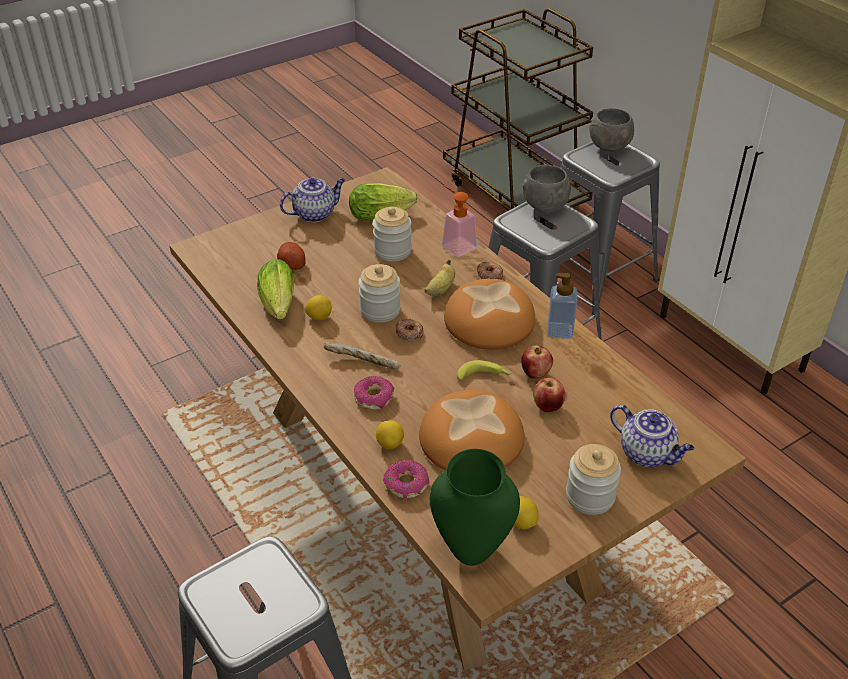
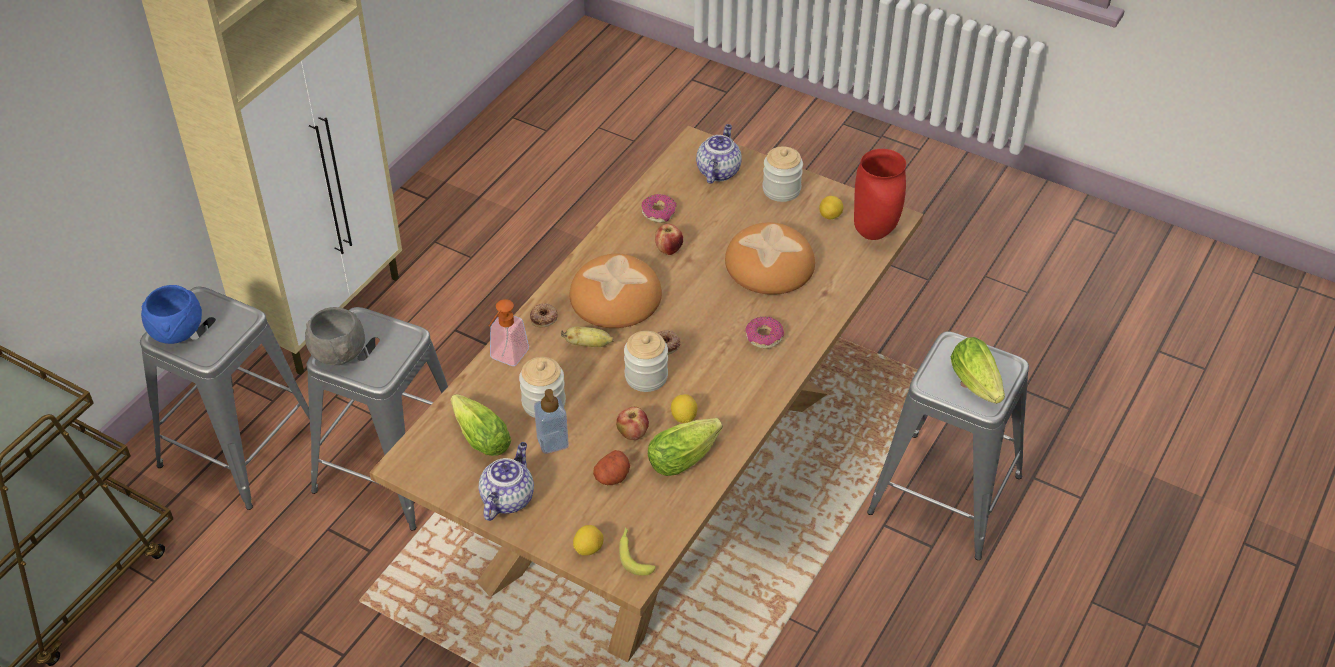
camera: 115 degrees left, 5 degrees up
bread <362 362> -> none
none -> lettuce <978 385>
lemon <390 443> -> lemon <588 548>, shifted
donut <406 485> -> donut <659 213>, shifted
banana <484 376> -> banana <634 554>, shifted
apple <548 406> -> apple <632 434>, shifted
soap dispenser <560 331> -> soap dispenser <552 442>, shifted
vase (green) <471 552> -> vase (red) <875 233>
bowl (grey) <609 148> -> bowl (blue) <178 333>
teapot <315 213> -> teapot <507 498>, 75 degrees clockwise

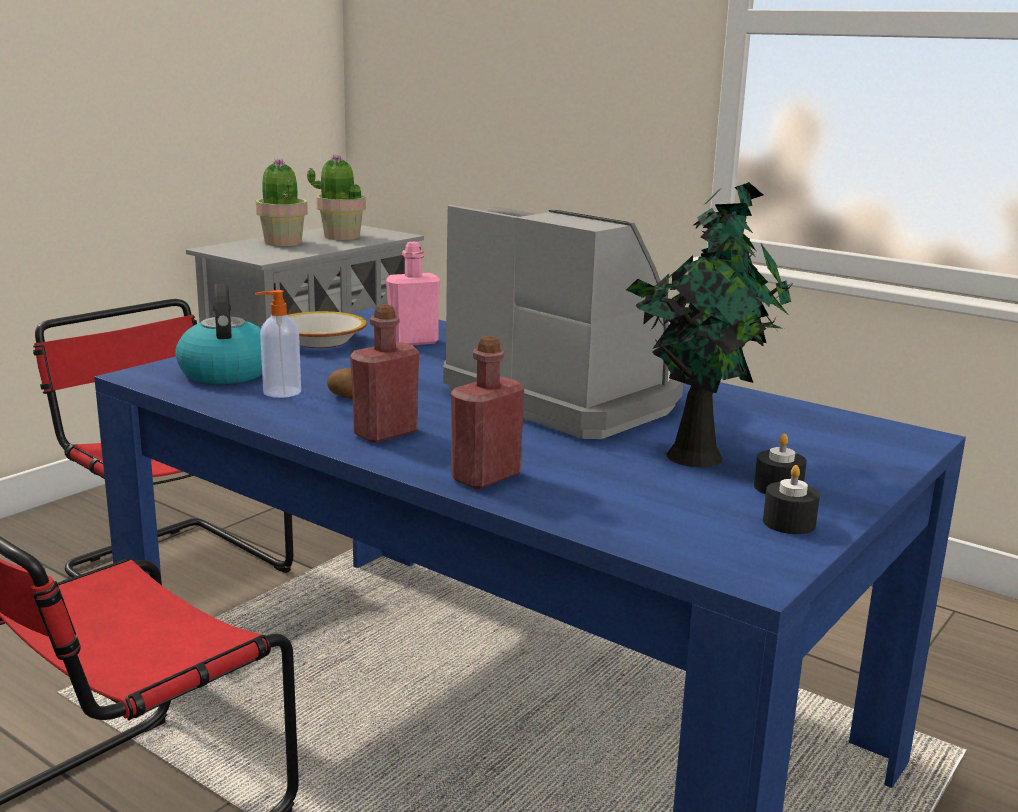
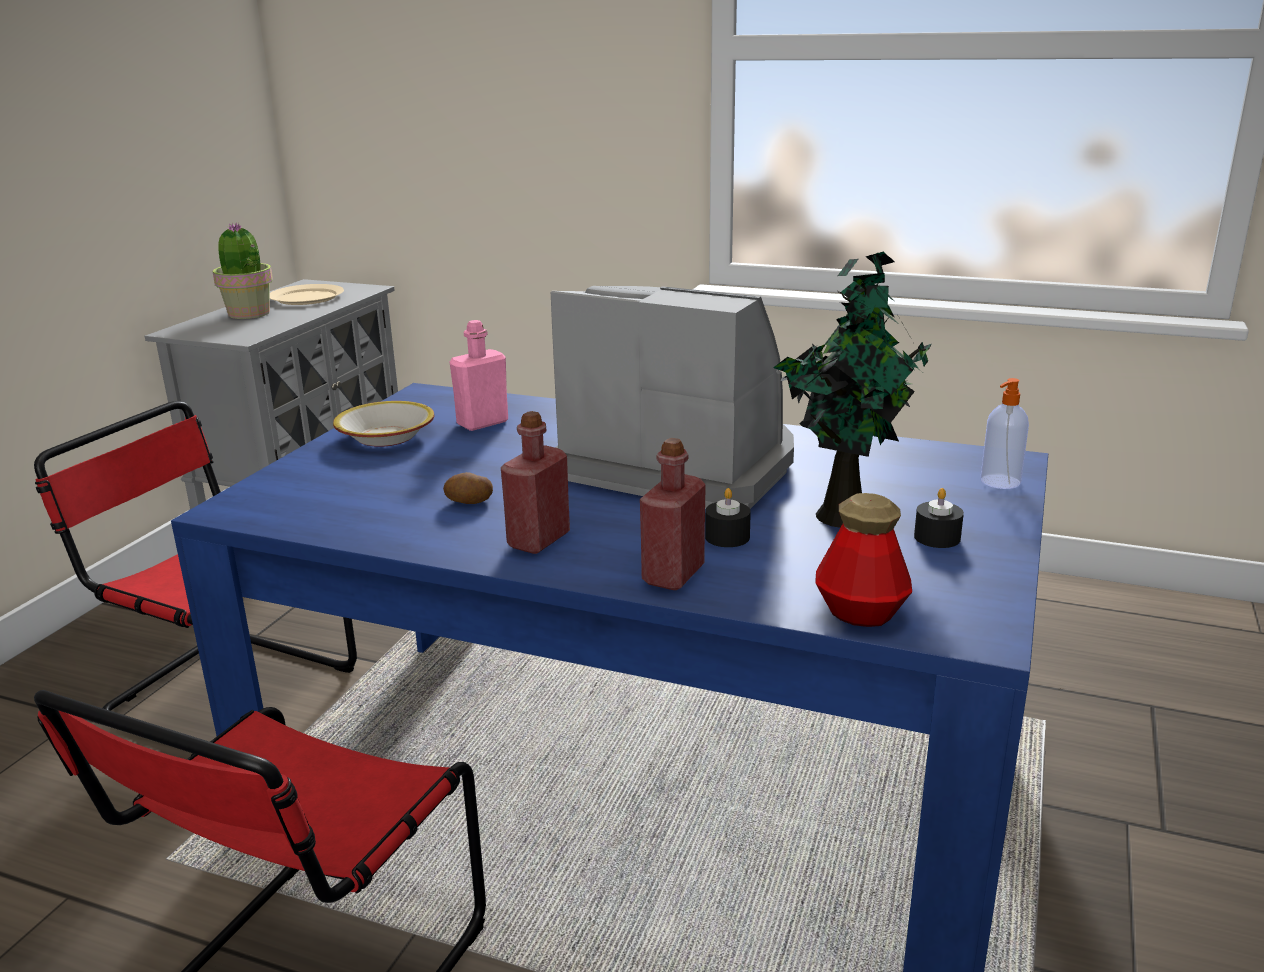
camera: 15 degrees left, 5 degrees up
kettle <225 372> -> none
none -> bottle <860 613>
soap dispenser <280 392> -> soap dispenser <999 482>, shifted
candle (black) <789 523> -> candle (black) <727 537>, shifted
potted plant <341 236> -> plate (beige) <307 298>

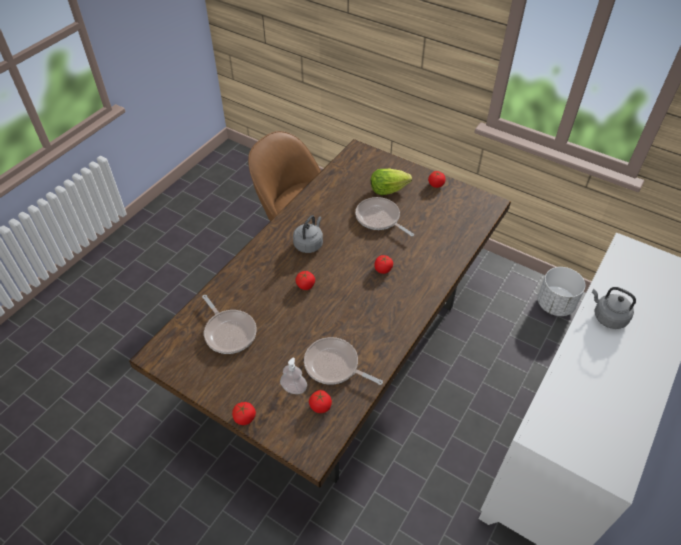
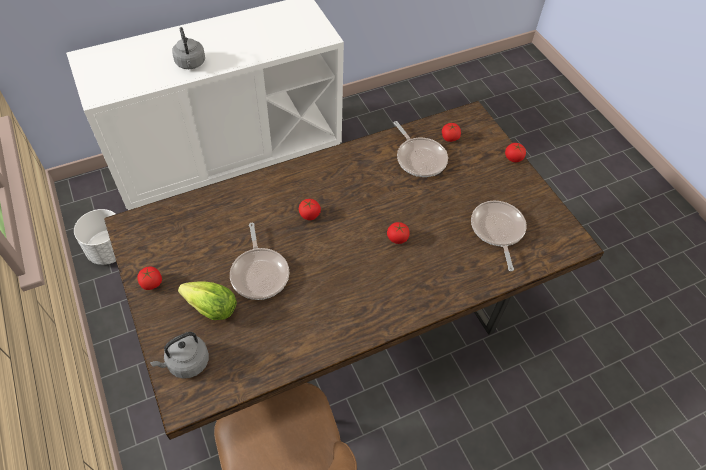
camera: 150 degrees left, 5 degrees up
soap dispenser <294 388> -> none
kettle (grey) <309 244> -> kettle (grey) <186 363>, shifted

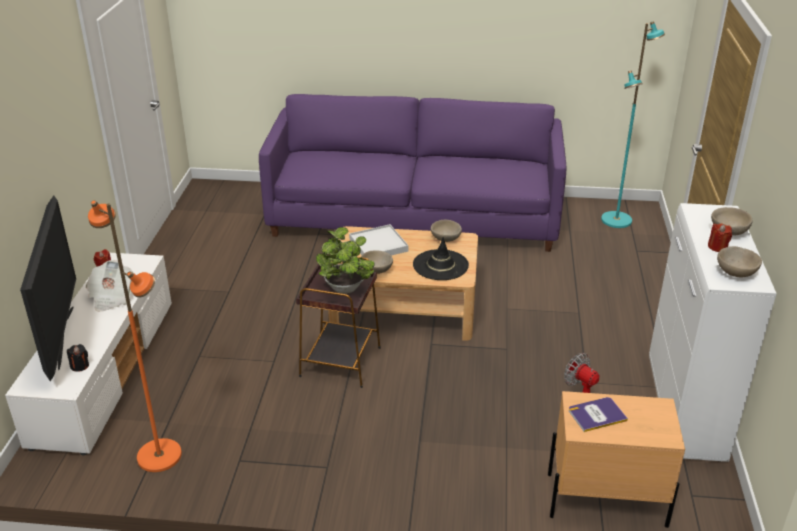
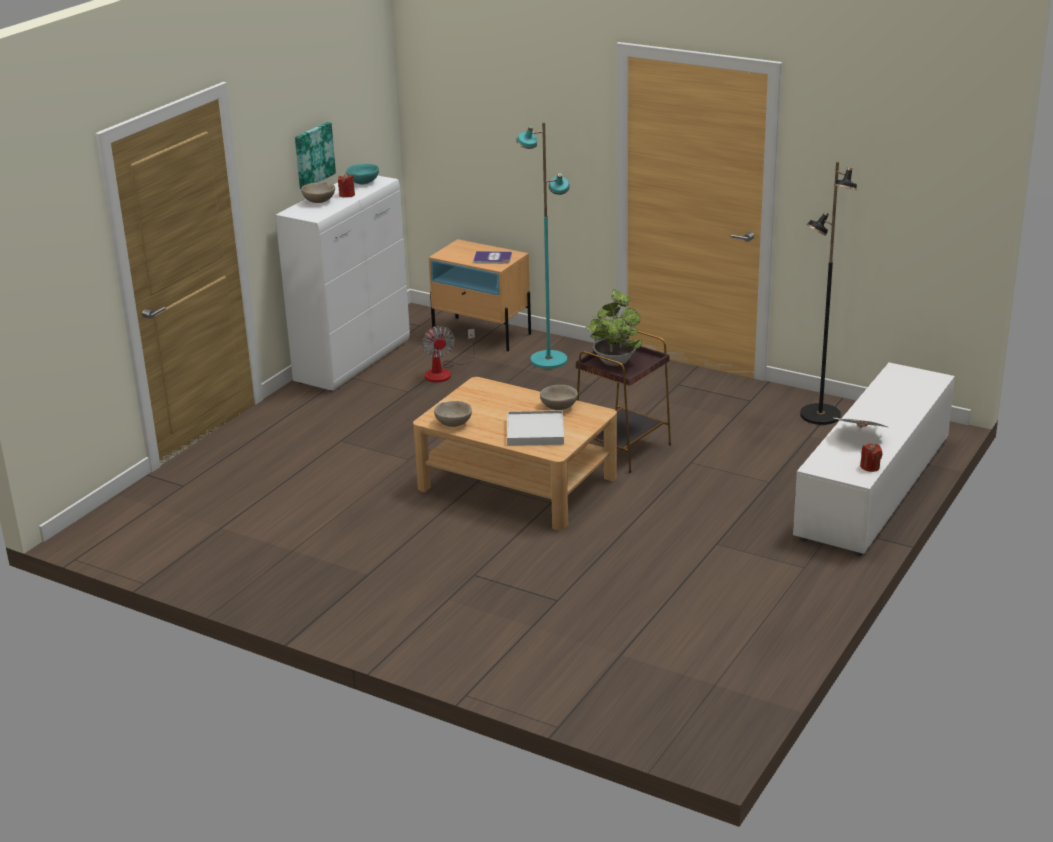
camera: 155 degrees left, 5 degrees down
television <64 337> -> none
candle (black) <80 366> -> none
sofa (purple) <414 217> -> none
hat (black) <440 265> -> none
none -> picture <313 155>
floor lamp (turquoise) <617 220> -> floor lamp (turquoise) <548 360>, shifted
floor lamp (orange) <160 455> -> floor lamp (black) <819 415>
bowl (beige) <736 273> -> bowl (turquoise) <363 182>

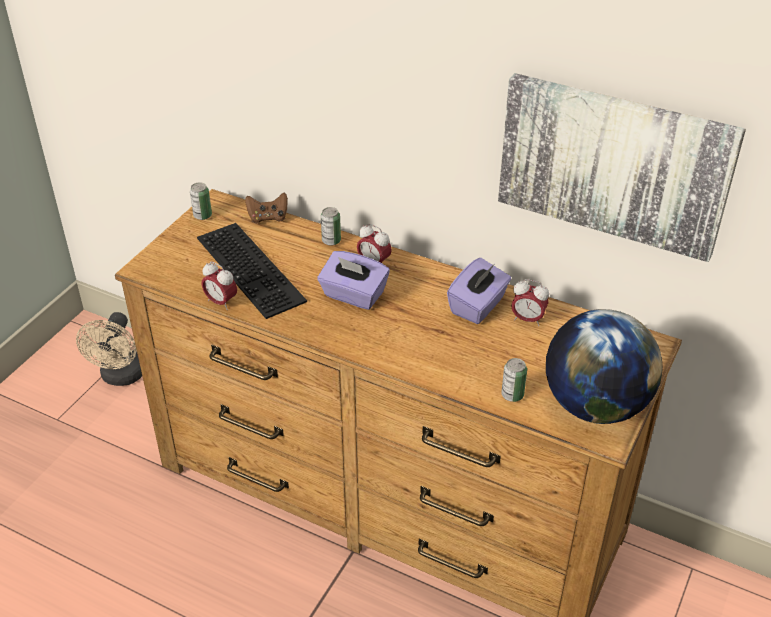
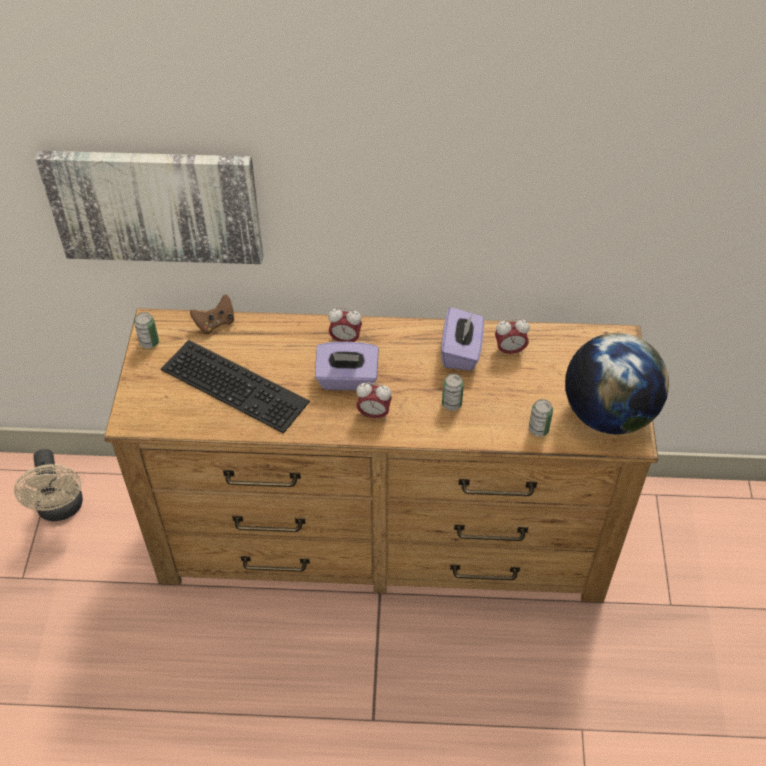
camera: 25 degrees left, 10 degrees up
alarm clock <221 302> -> alarm clock <374 414>, shifted
can <331 241> -> can <451 404>, shifted
picture <614 164> -> picture <156 205>, shifted

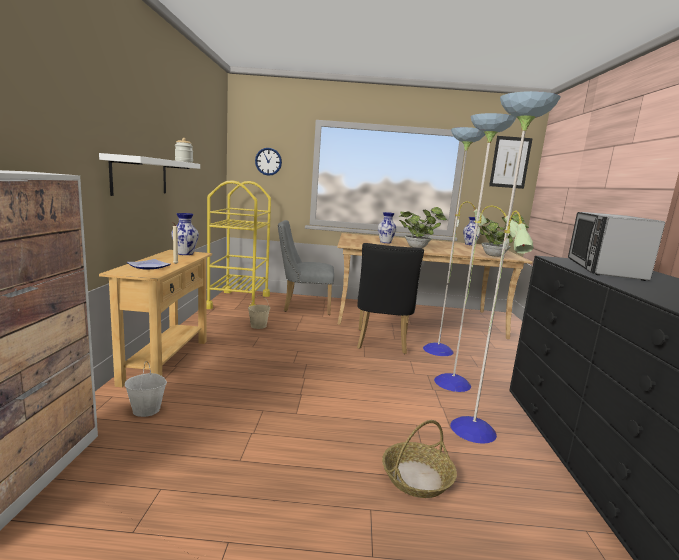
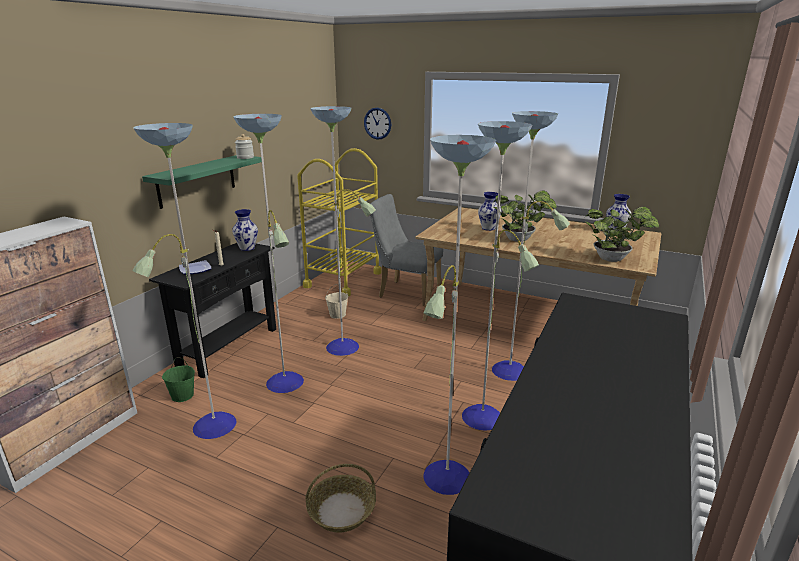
camera: 25 degrees right, 10 degrees up
chair (black) <381 343> -> none
picture <510 162> -> none
microwave <603 269> -> none
none -> floor lamp <286 383>
shelf (white) <140 176> -> shelf (green) <197 180>
console table (beige) <166 361> -> console table (black) <229 347>
bucket (white) <147 410> -> bucket (green) <183 396>

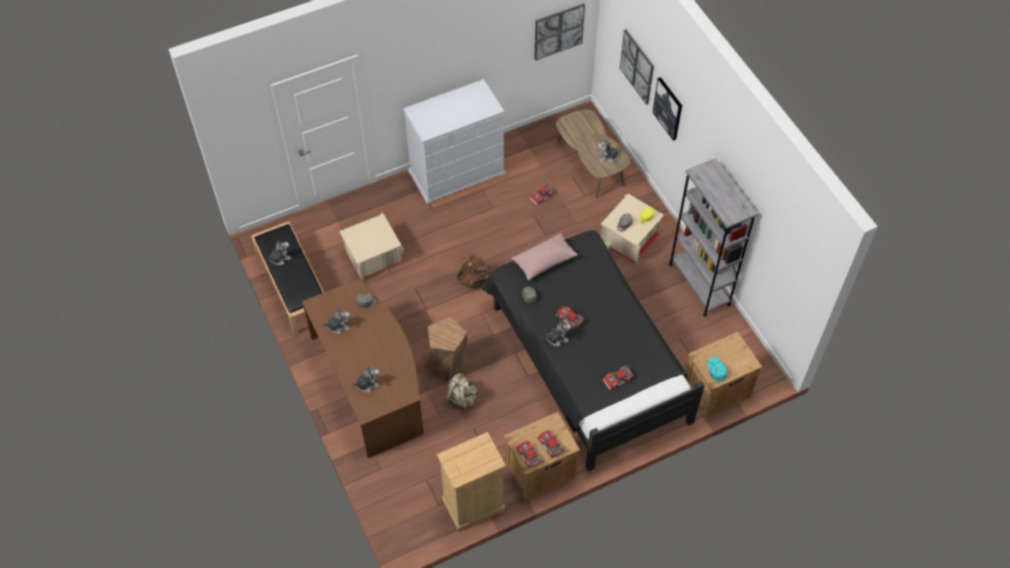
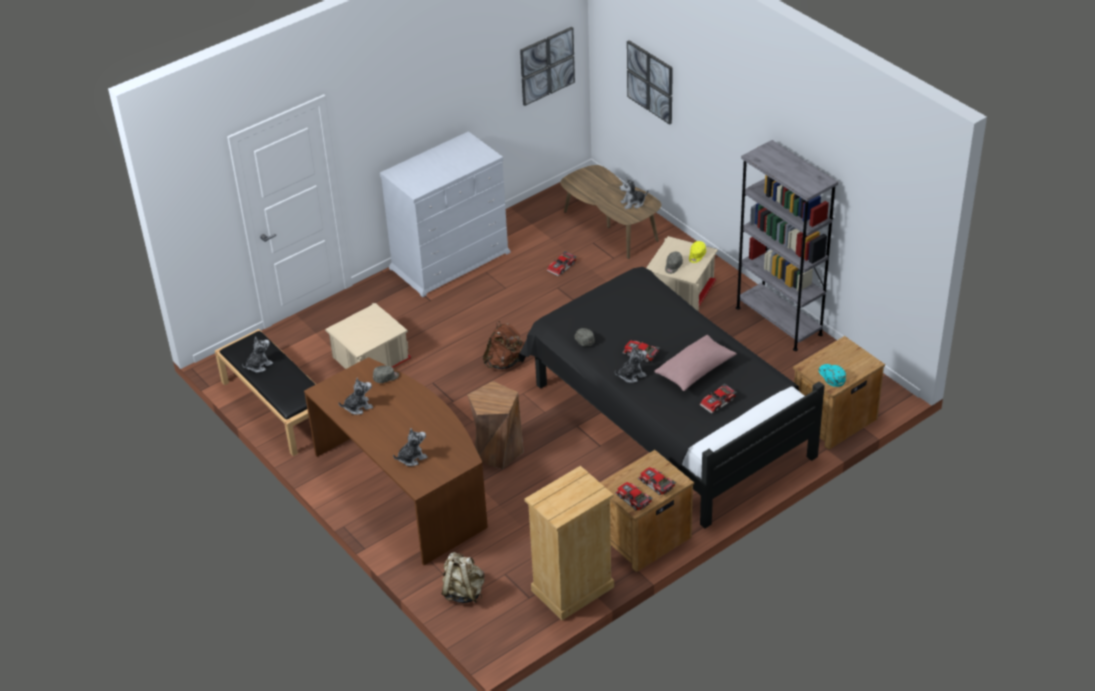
camera: 10 degrees left, 15 degrees down
picture <668 108> -> none
backpack (beige) <462 399> -> backpack (beige) <463 592>, shifted
pillow (pink) <544 261> -> pillow (pink) <695 371>, shifted

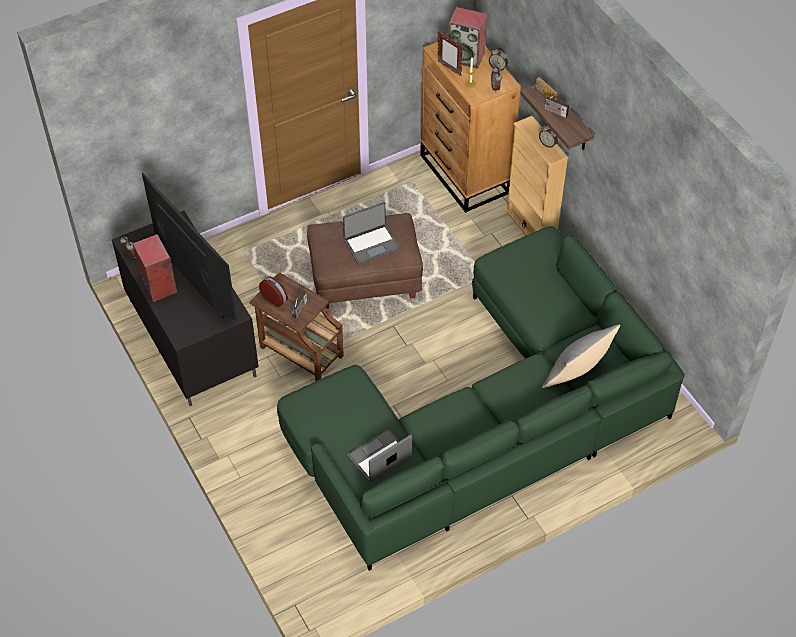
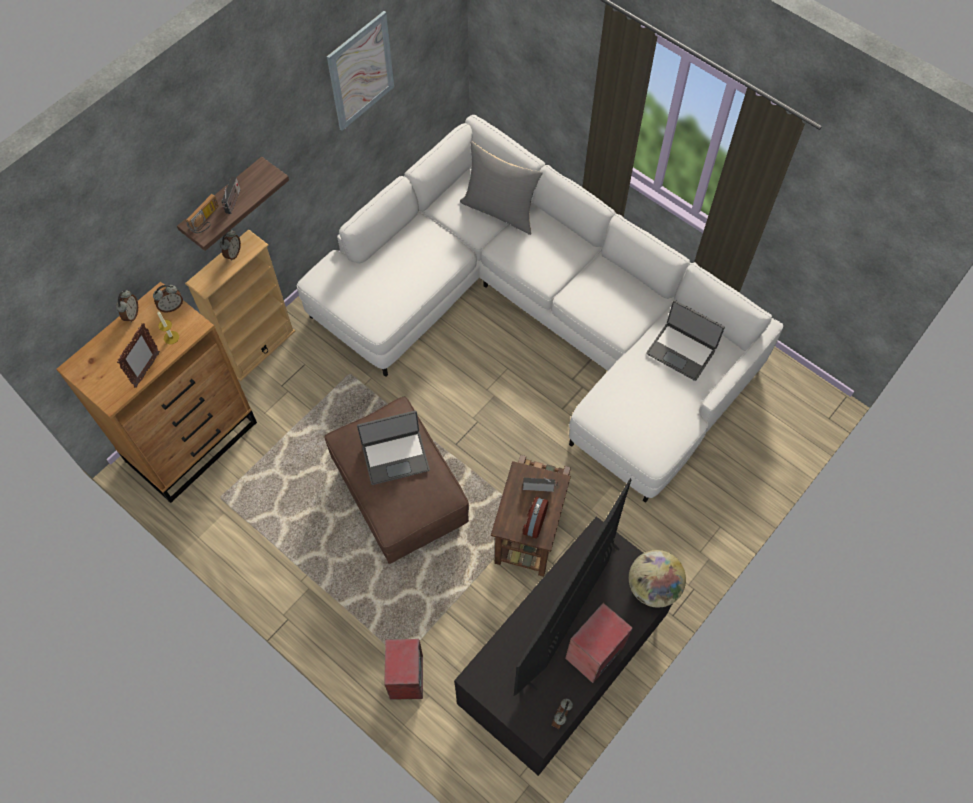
camera: 110 degrees left, 10 degrees up
none -> picture <361 71>
none -> globe <653 587>
speaker <466 56> -> speaker <406 676>, shifted
sofa (green) <487 419> -> sofa (white) <540 318>
laptop <371 244> -> laptop <395 457>, 120 degrees clockwise

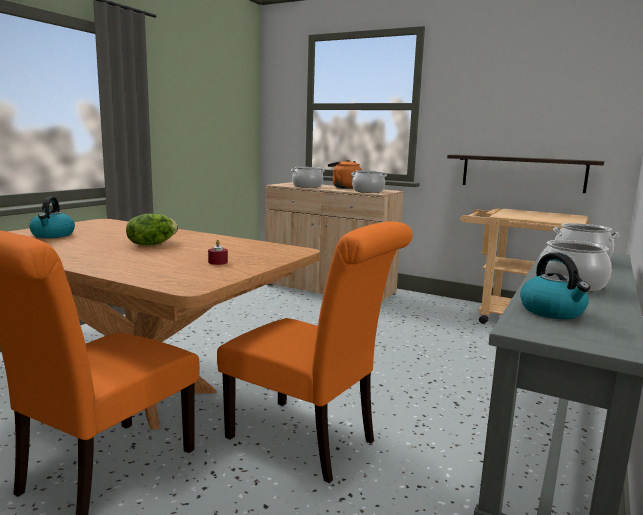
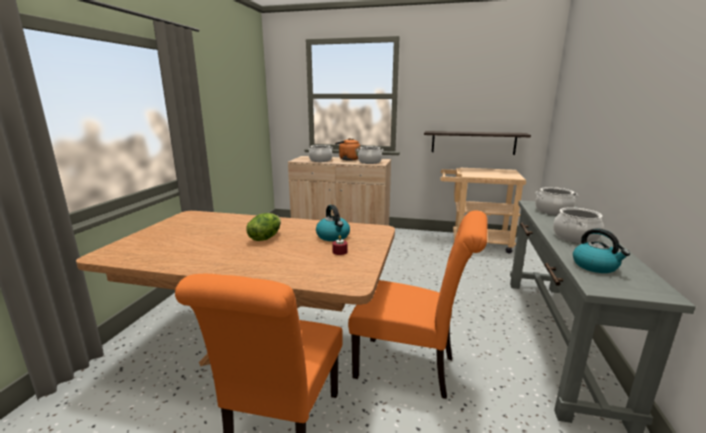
camera: 15 degrees left, 5 degrees up
kettle <53 235> -> kettle <333 236>, shifted

